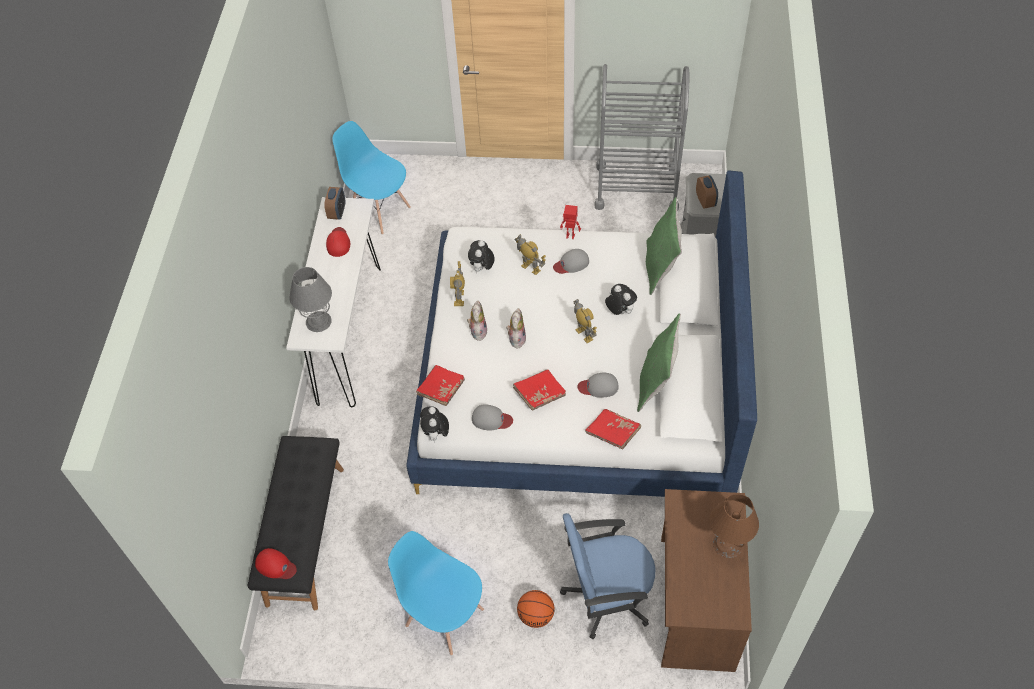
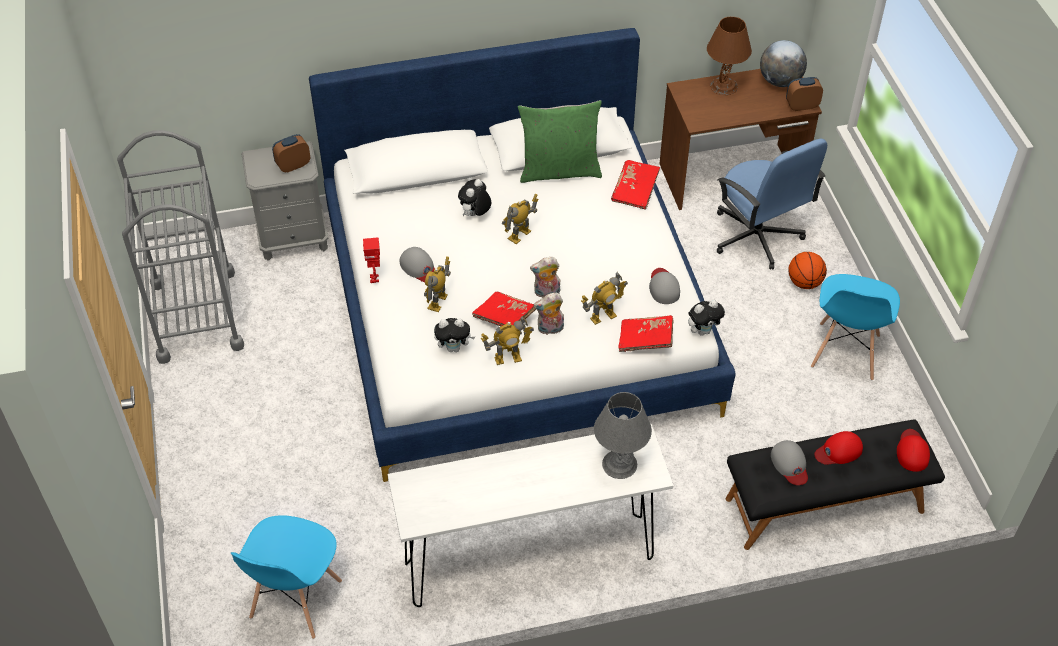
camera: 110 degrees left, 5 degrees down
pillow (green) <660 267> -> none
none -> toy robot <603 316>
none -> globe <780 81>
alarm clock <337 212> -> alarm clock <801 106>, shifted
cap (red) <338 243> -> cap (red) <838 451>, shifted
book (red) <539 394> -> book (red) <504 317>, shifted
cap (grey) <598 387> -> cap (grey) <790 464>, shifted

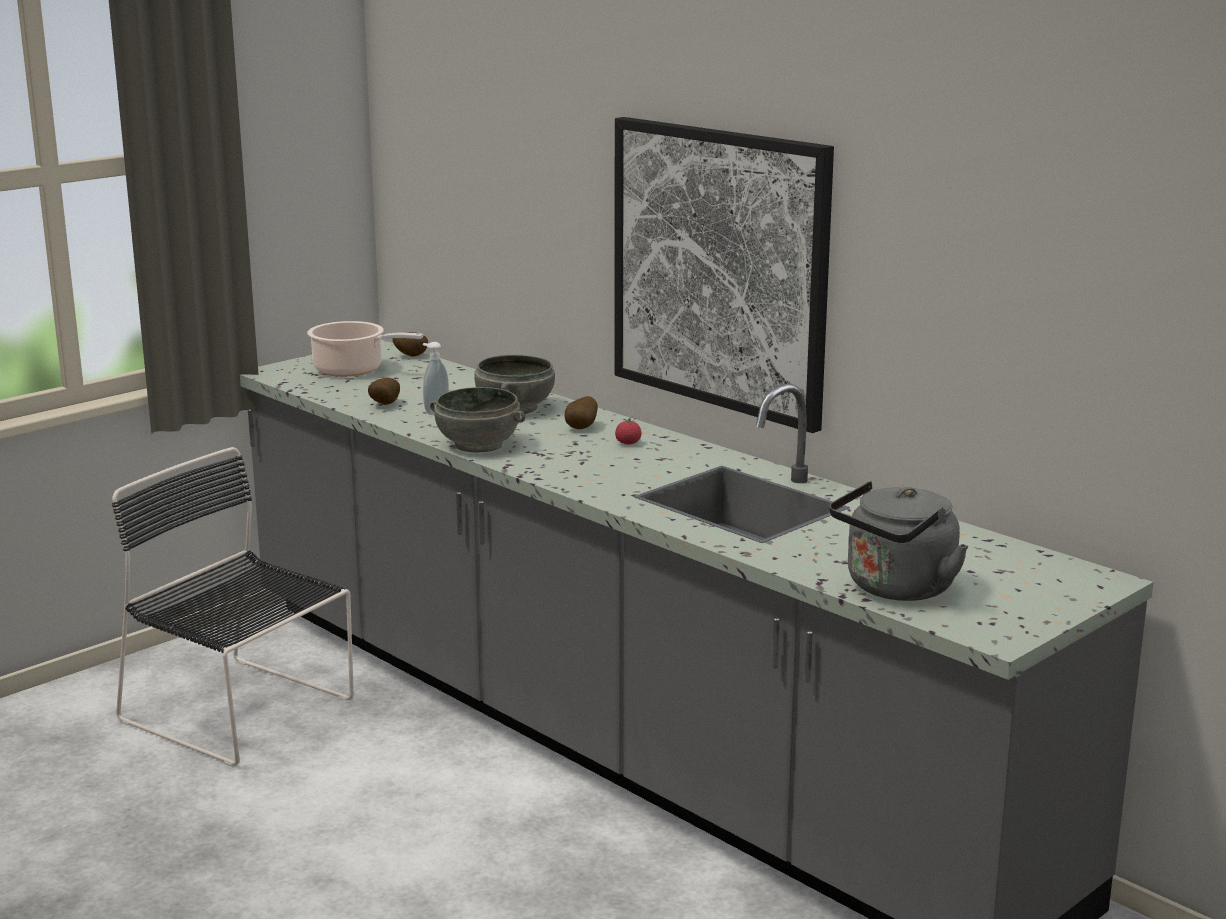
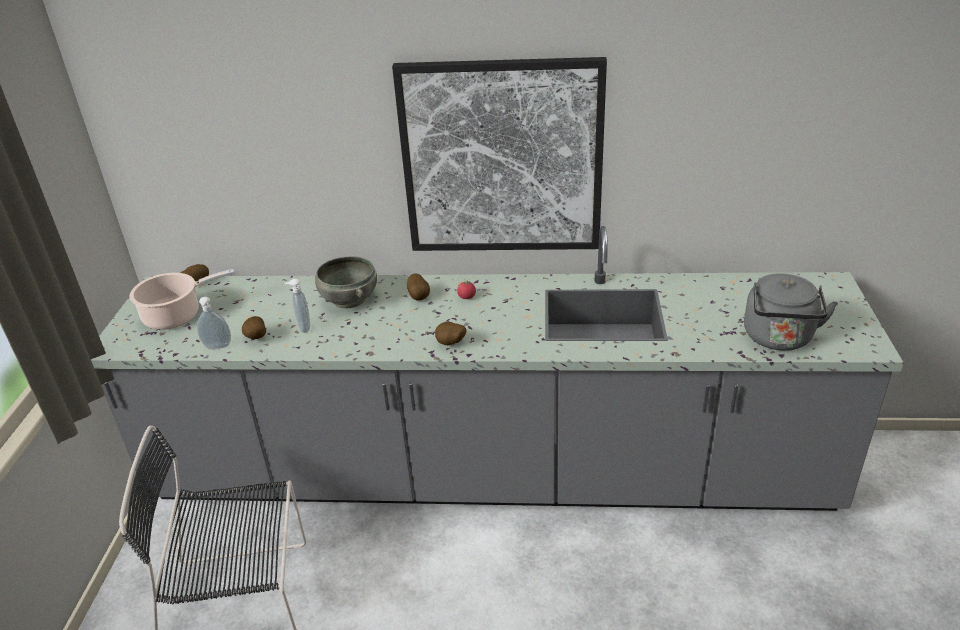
camera: 40 degrees left, 15 degrees up
bowl (grey) <479 444> -> none
none -> soap dispenser <217 347>
none -> potato <450 344>

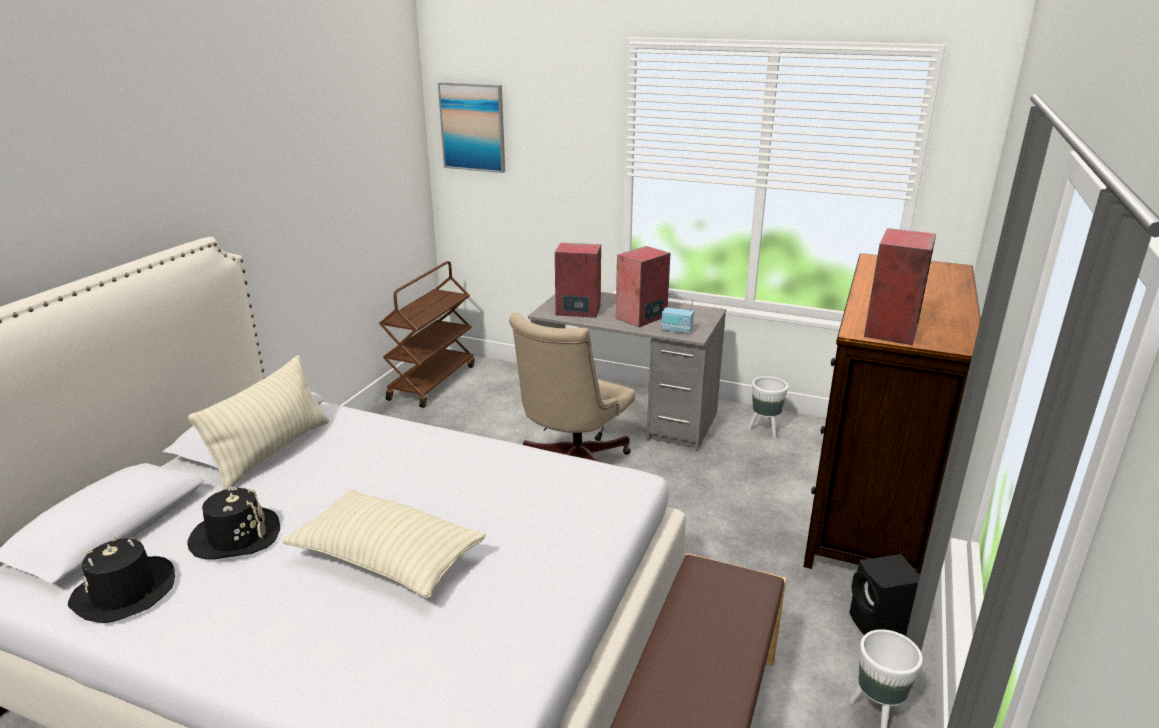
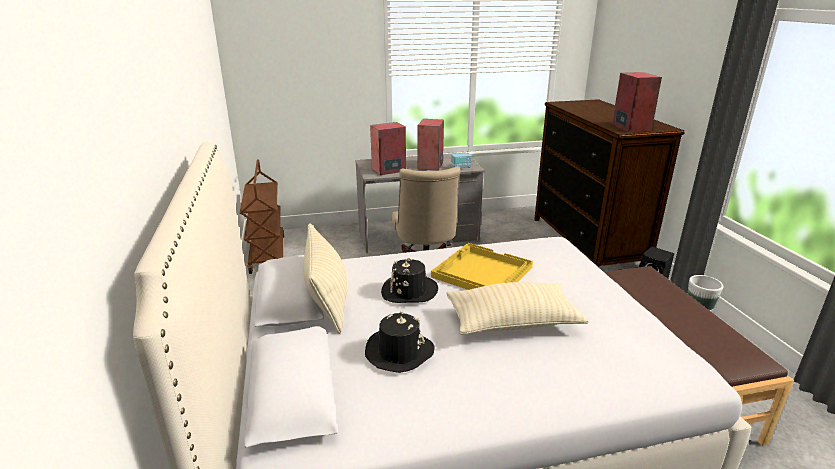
camera: 35 degrees left, 0 degrees up
picture <473 127> -> none
planter (white) <765 430> -> none
none -> tray (yellow) <481 272>
hat (black) <124 592> -> hat (black) <409 291>, shifted

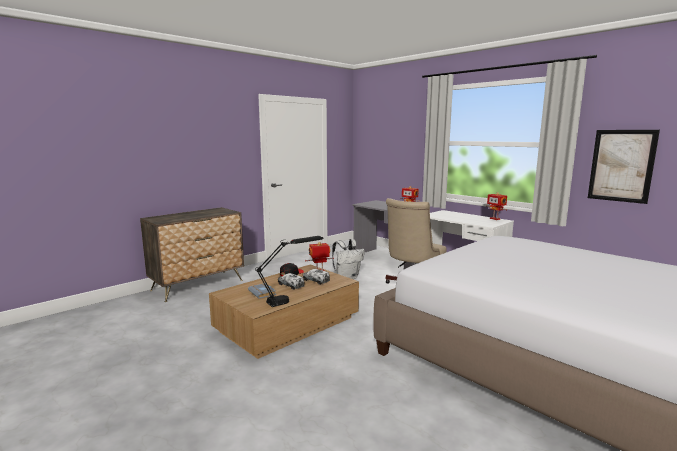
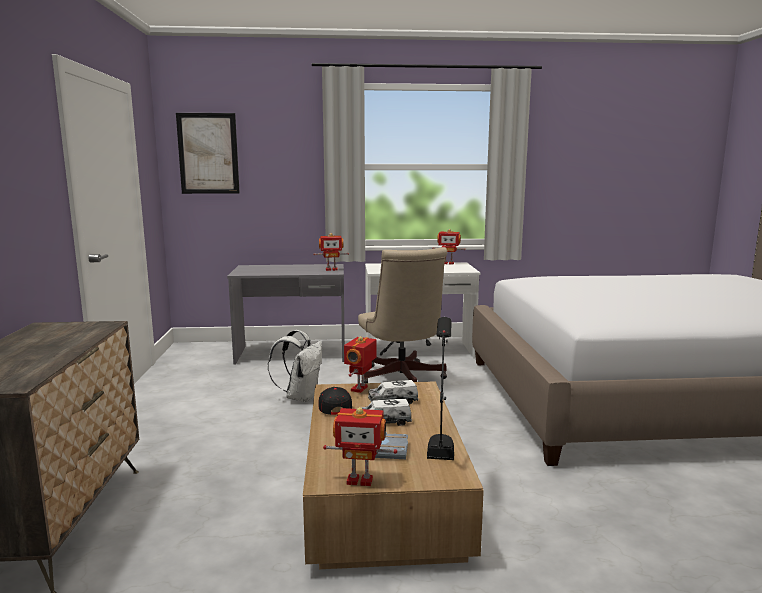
camera: 50 degrees left, 0 degrees up
none -> toy robot <360 480>
picture <621 165> -> picture <208 153>, shifted

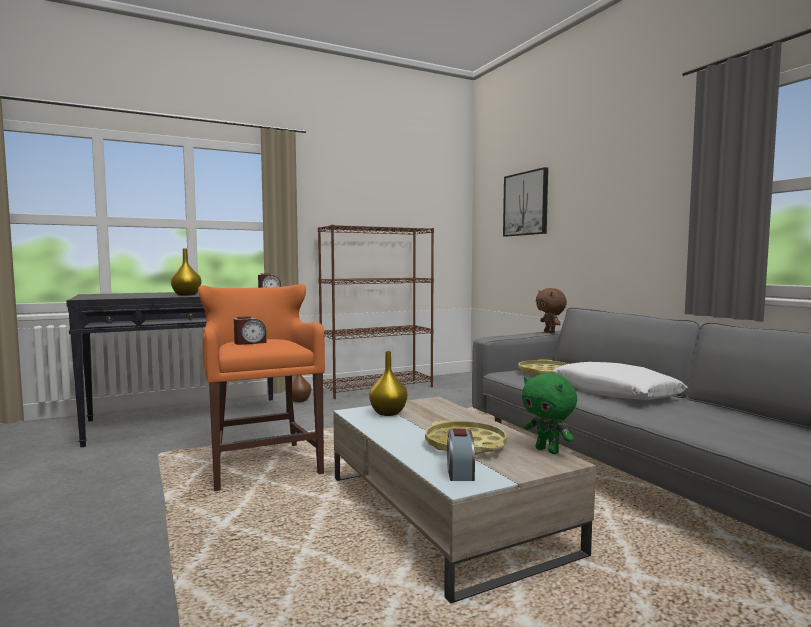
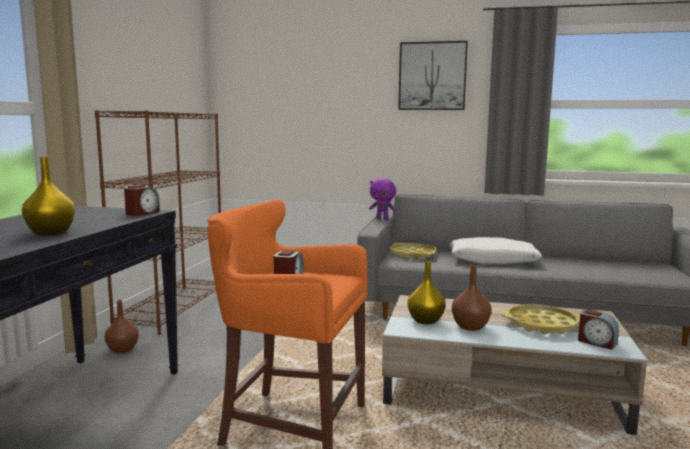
camera: 50 degrees left, 5 degrees up
plush toy (green) <548 450> -> none
none -> vase (brown) <470 326>
picture <526 204> -> picture <432 76>, shifted
plush toy (brown) <550 332> -> plush toy (purple) <382 218>

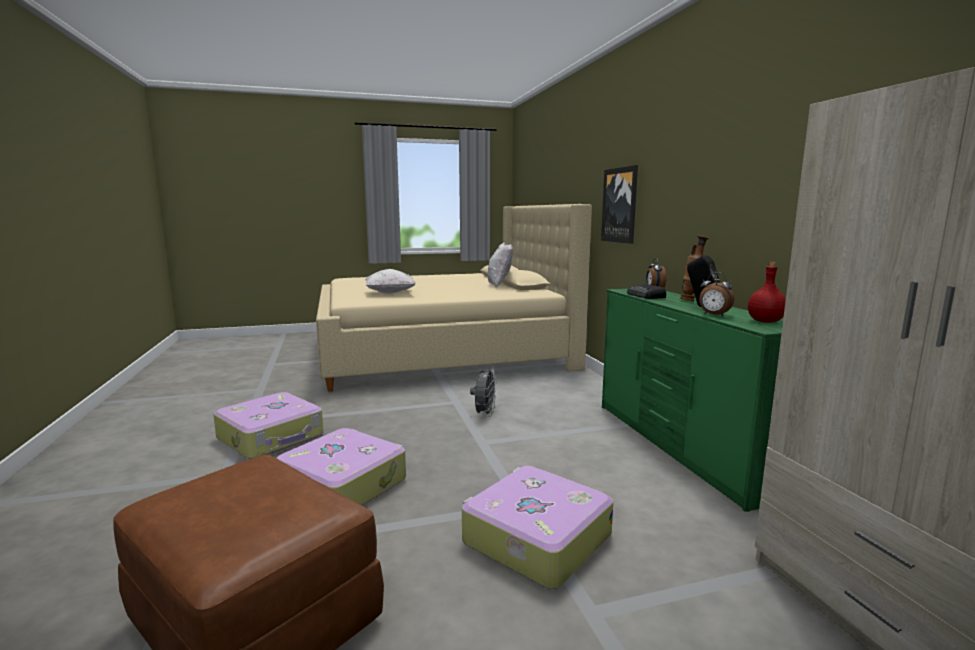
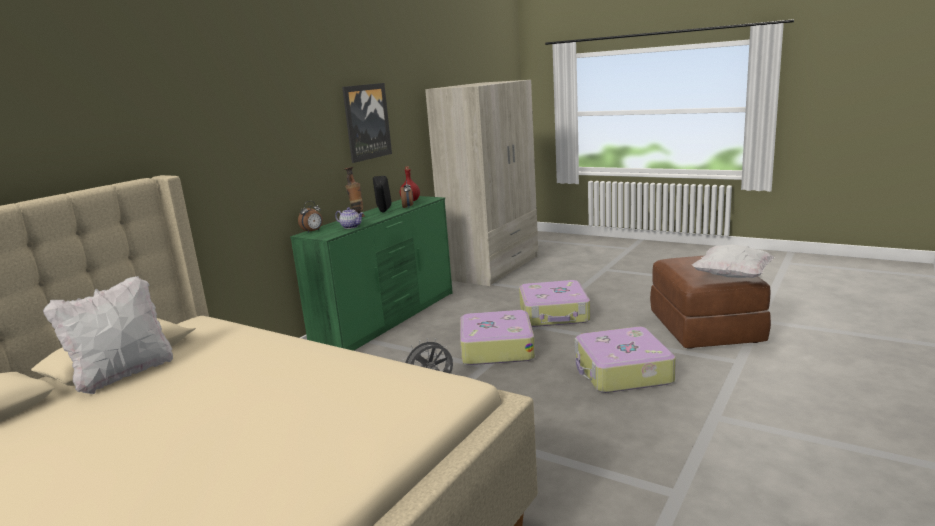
camera: 130 degrees left, 5 degrees up
suitcase <272 437> -> suitcase <496 348>, shifted
pillow (white) <390 293> -> pillow (white) <732 277>, shifted
picture <620 205> -> picture <366 122>, shifted
radio <646 296> -> teapot <351 227>

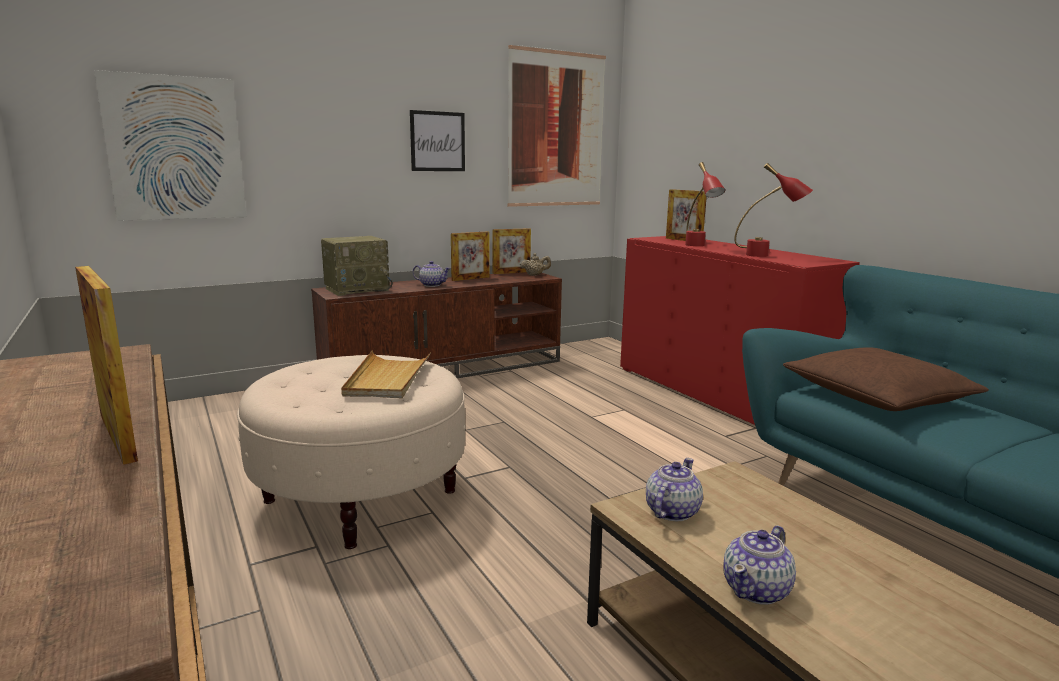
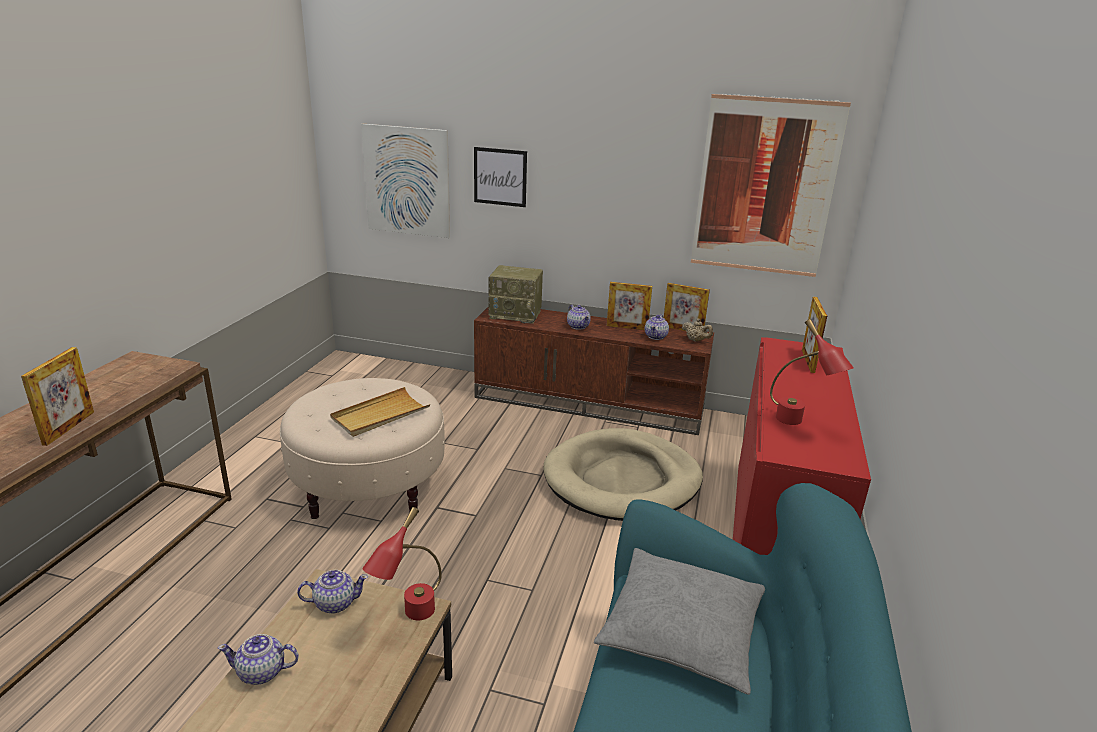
camera: 45 degrees right, 10 degrees up
none -> dog bed (beige) <622 480>
none -> teapot <656 336>
picture <437 141> -> picture <500 177>, shifted
table lamp (red) <699 246> -> table lamp (red) <409 618>, shifted
pillow (brown) <877 396> -> pillow (grey) <682 630>

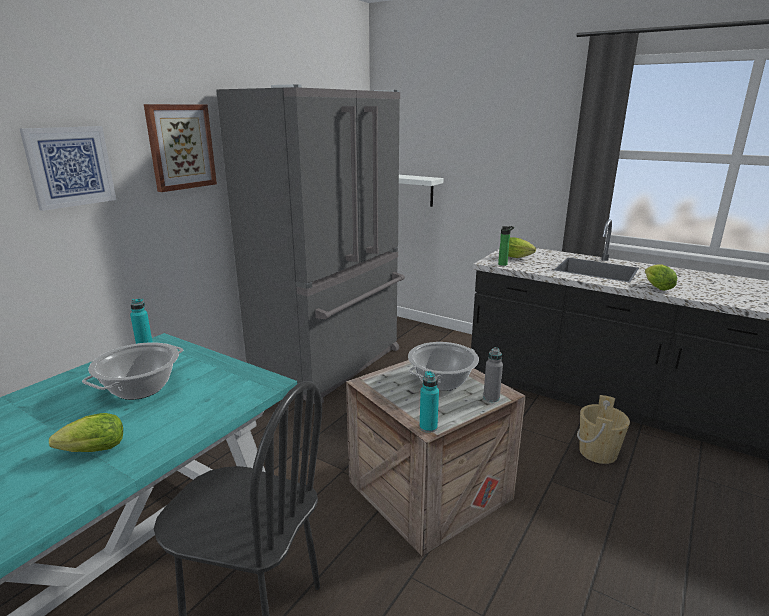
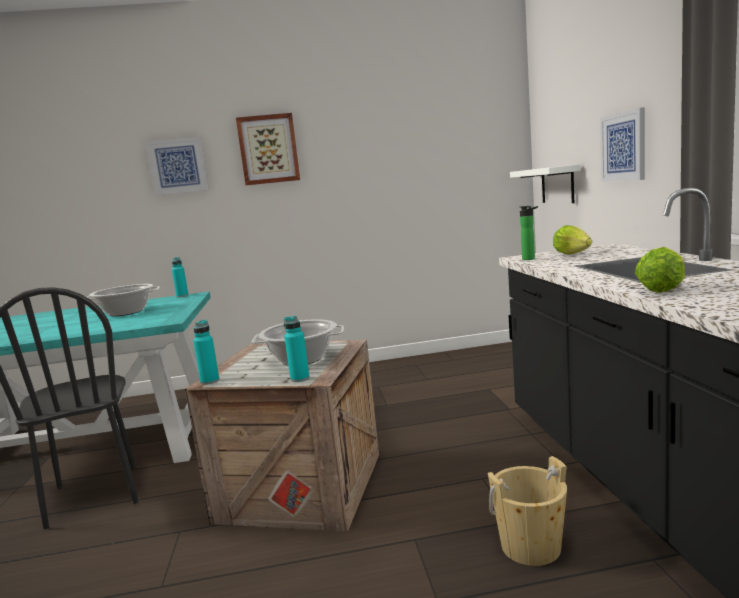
camera: 50 degrees right, 10 degrees down
lettuce <90 451> -> none
fridge (grey) <331 364> -> none
none -> picture <623 147>
bottle (grey) <491 398> -> bottle (turquoise) <300 379>

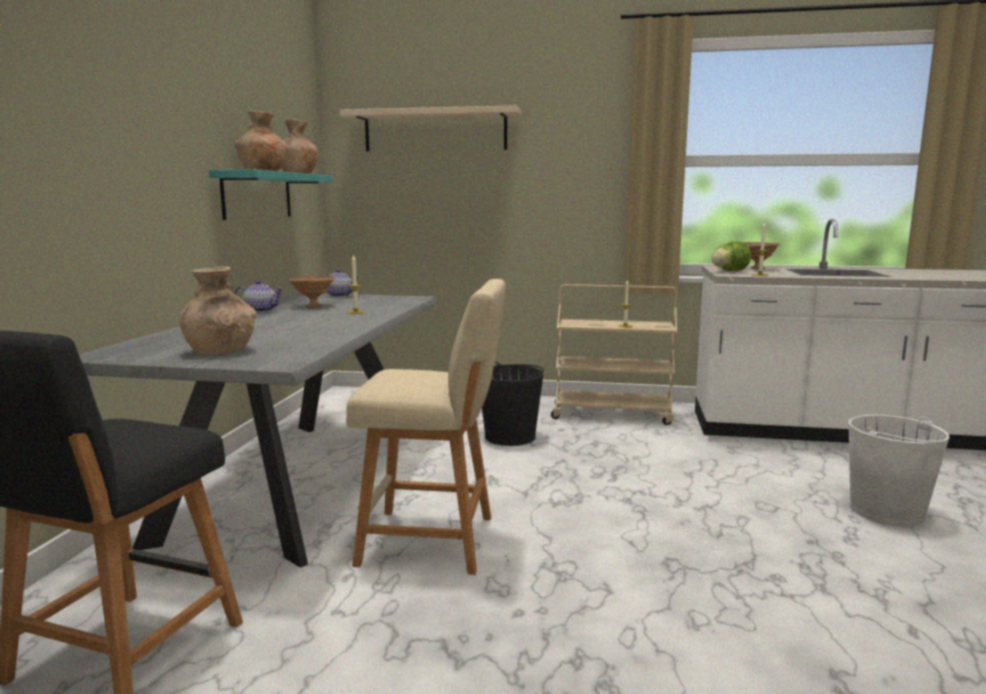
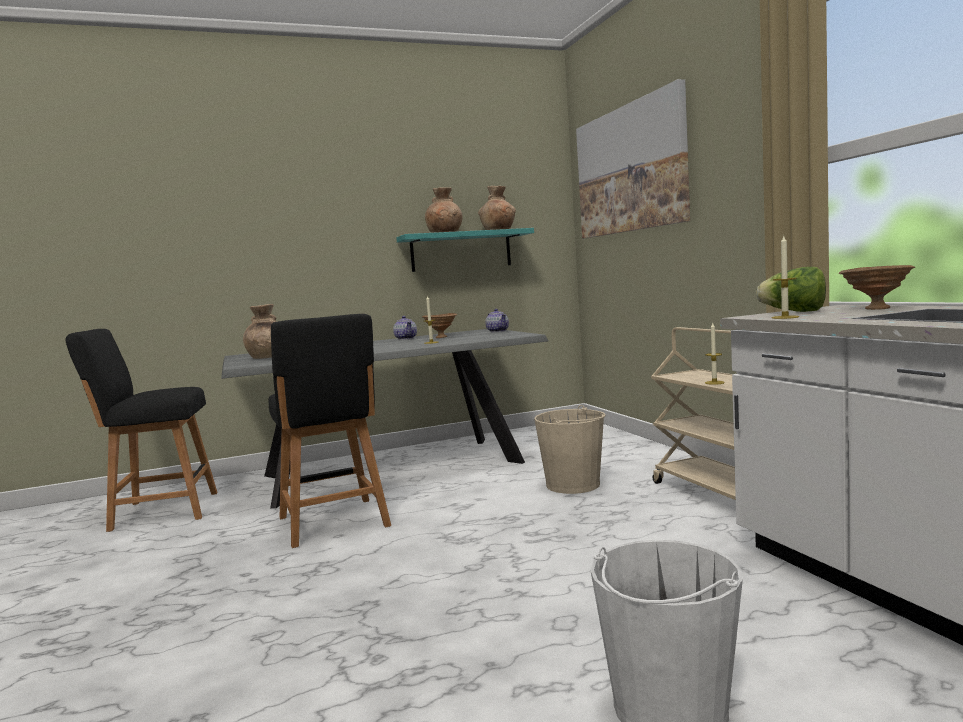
camera: 60 degrees right, 5 degrees down
shelf (beige) <435 131> -> picture <630 169>
stool (beige) <435 541> -> stool (black) <334 524>
bucket (black) <510 437> -> bucket (beige) <573 485>

